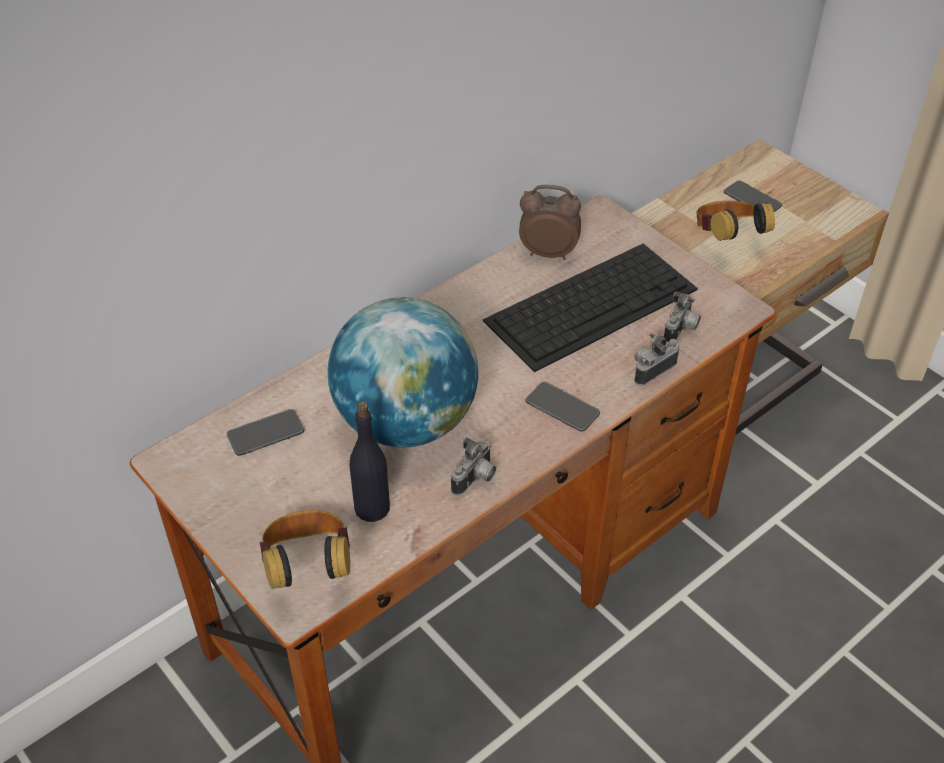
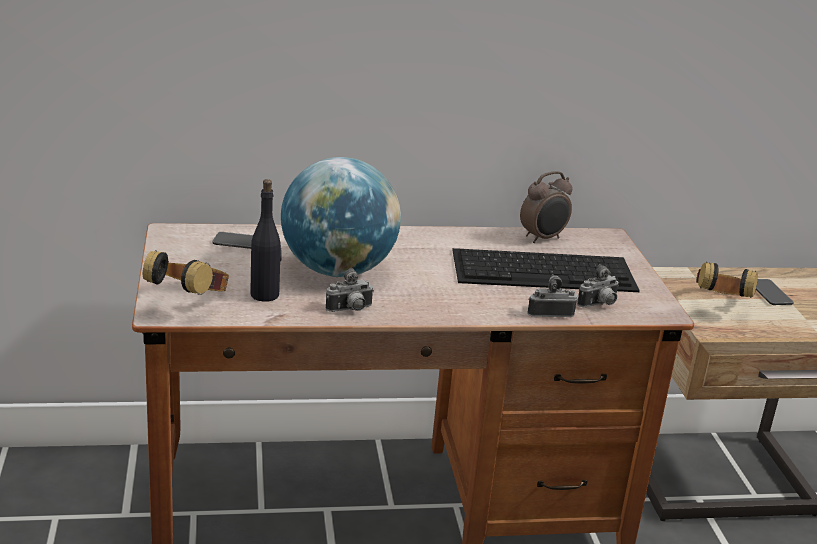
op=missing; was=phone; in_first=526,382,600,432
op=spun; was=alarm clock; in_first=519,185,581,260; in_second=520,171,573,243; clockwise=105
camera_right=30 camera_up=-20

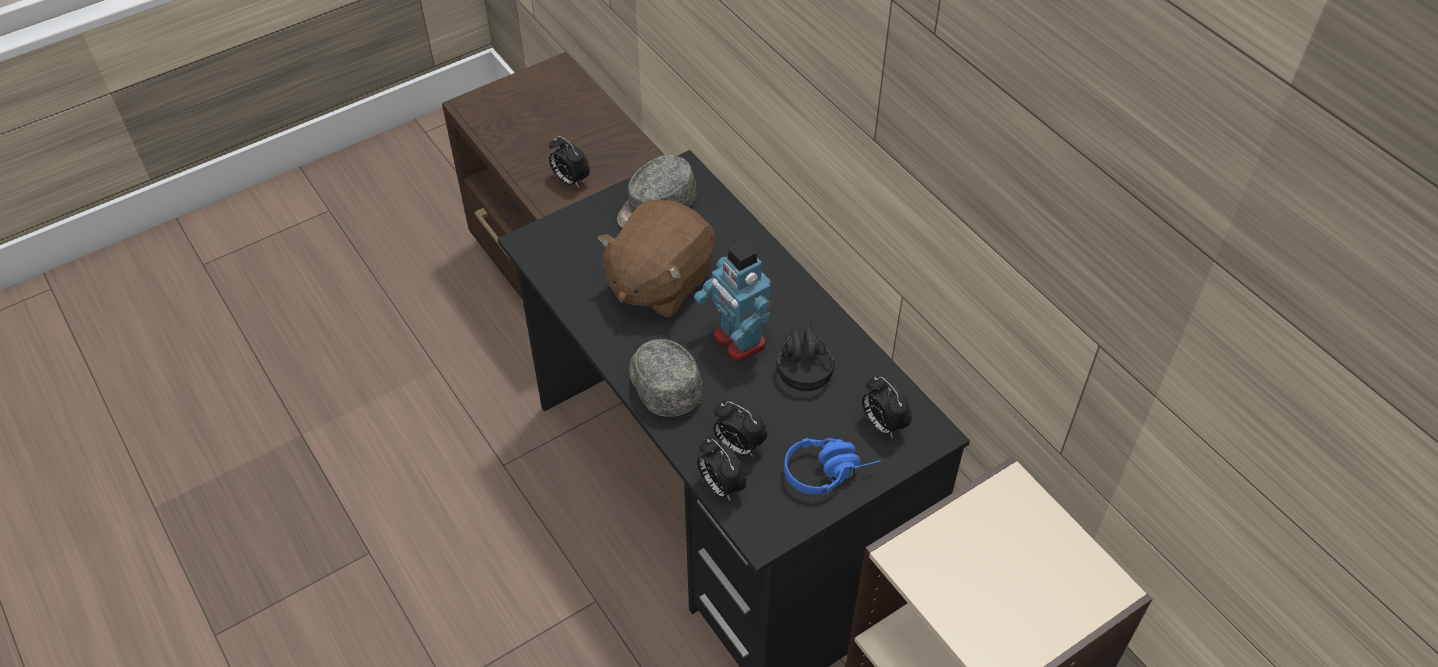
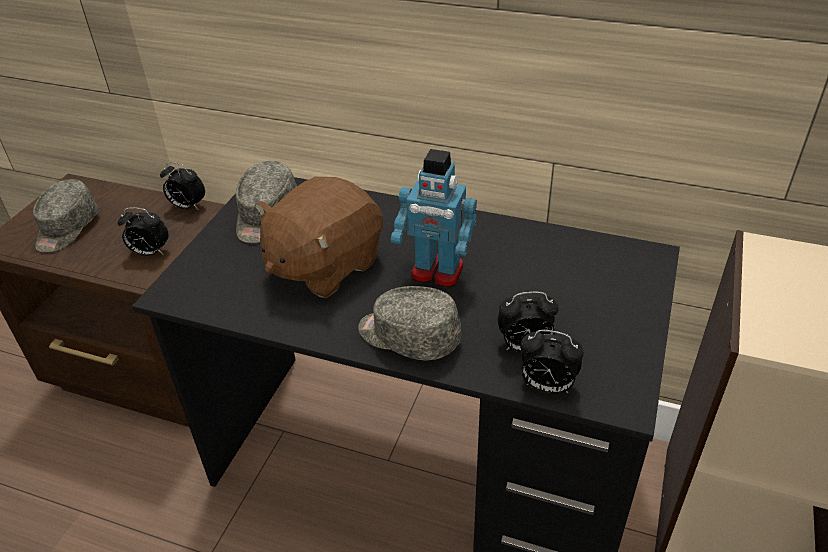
op=missing; was=black headphones; in_first=776,316,835,391
op=missing; was=blue headphones; in_first=784,438,881,495
op=appeared; now=grey cap; in_second=33,179,98,253
op=relocated; was=alarm clock; in_first=862,375,912,439; in_second=160,162,205,210
op=spun; was=brown plush toy; in_first=597,200,715,317; in_second=255,177,383,298; clockwise=45
camera_right=-35 camera_up=-10

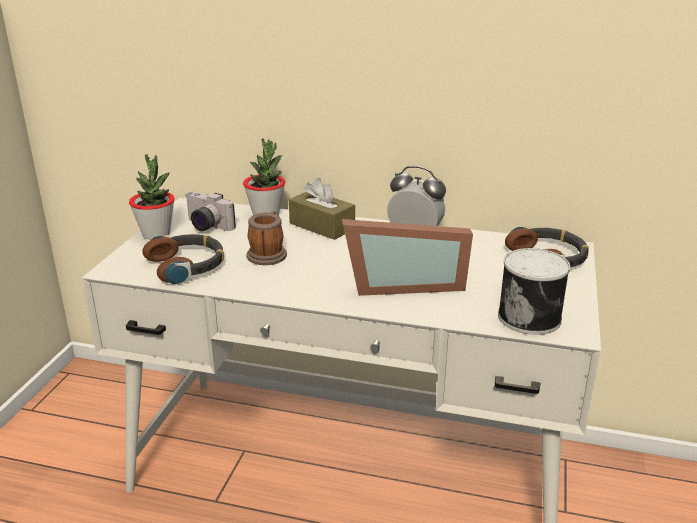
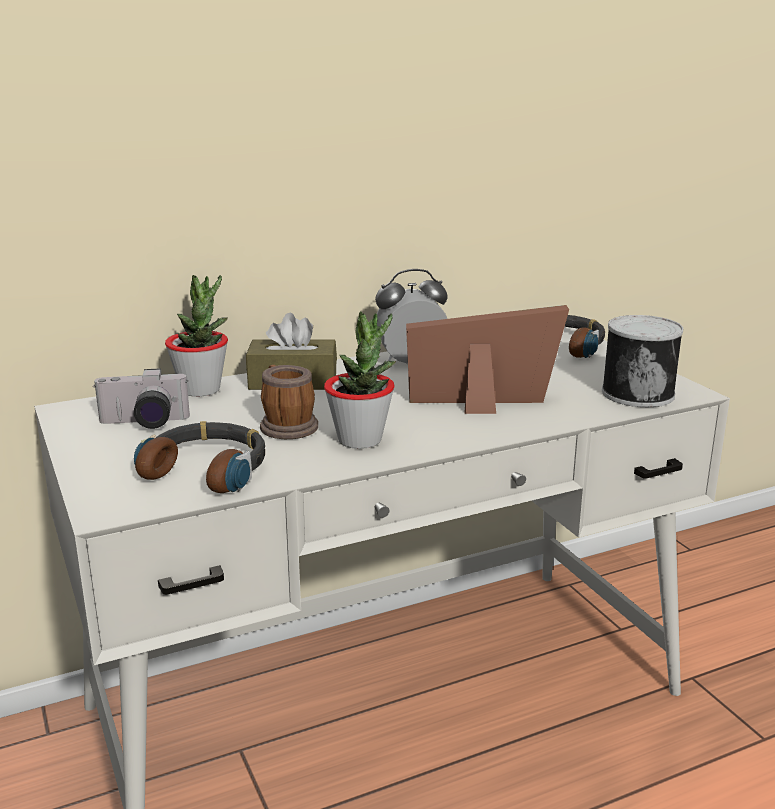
op=relocated; was=potted plant; in_first=129,154,175,239; in_second=324,312,396,449
op=spun; was=picture frame; in_first=342,219,473,296; in_second=406,305,569,414; clockwise=-135
camera_right=-40 camera_up=-5

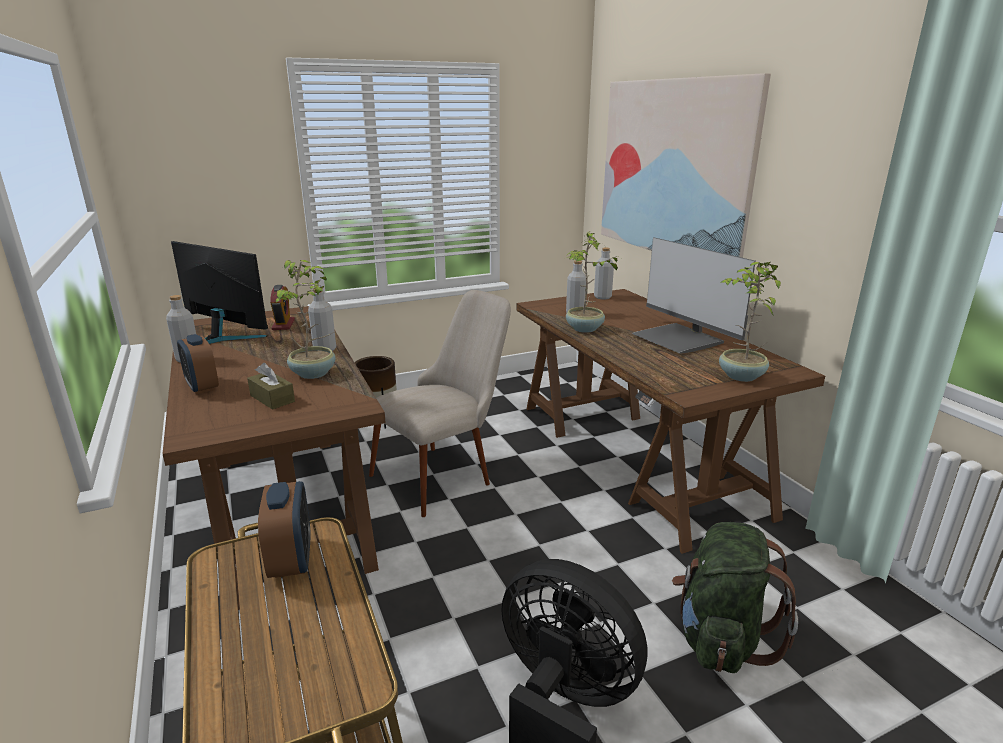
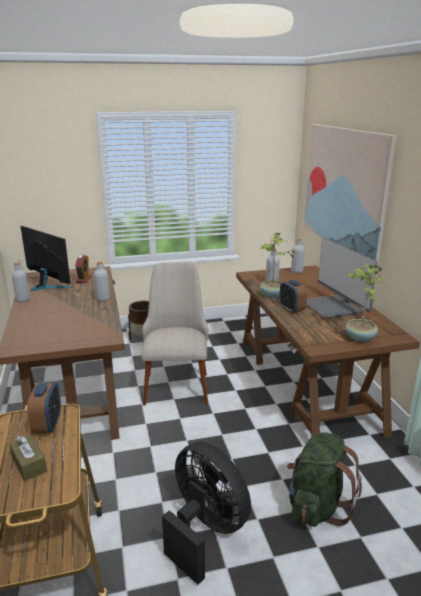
op=missing; was=potted plant; in_first=276,260,335,379
op=relocated; was=alarm clock; in_first=177,334,219,394; in_second=279,280,307,313
op=relocated; was=brown tissue box; in_first=247,363,295,410; in_second=9,435,47,481
op=spun; was=beige chair; in_first=369,290,511,517; in_second=141,262,209,406; clockwise=-60
camera_right=10 camera_up=0

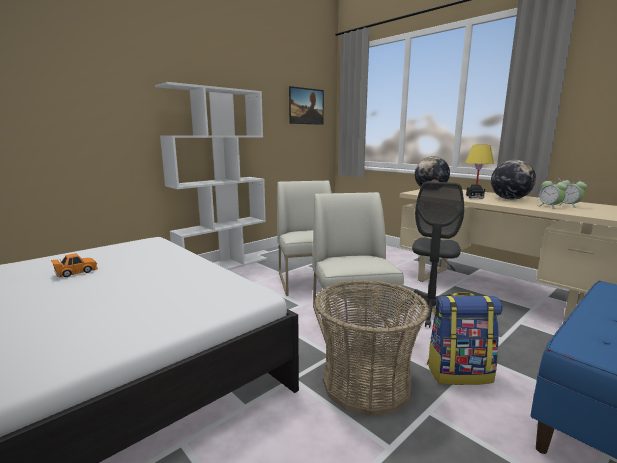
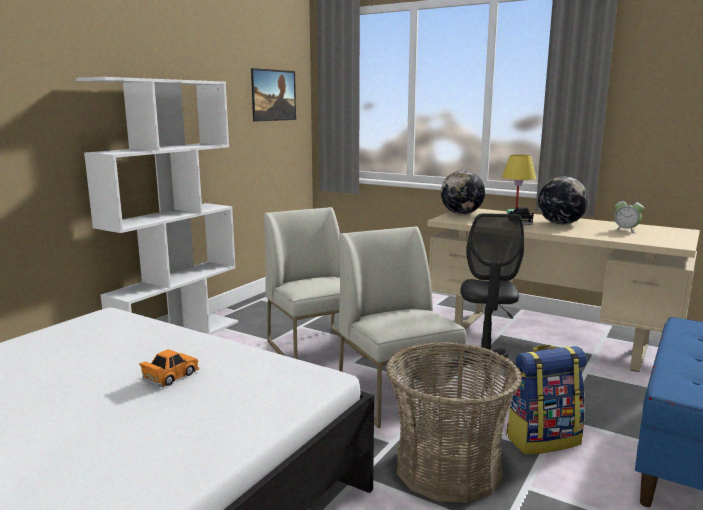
op=missing; was=alarm clock; in_first=537,178,567,209
op=relocated; was=orange toy car; in_first=51,253,98,277; in_second=139,349,199,387
camera_right=-15 camera_up=0

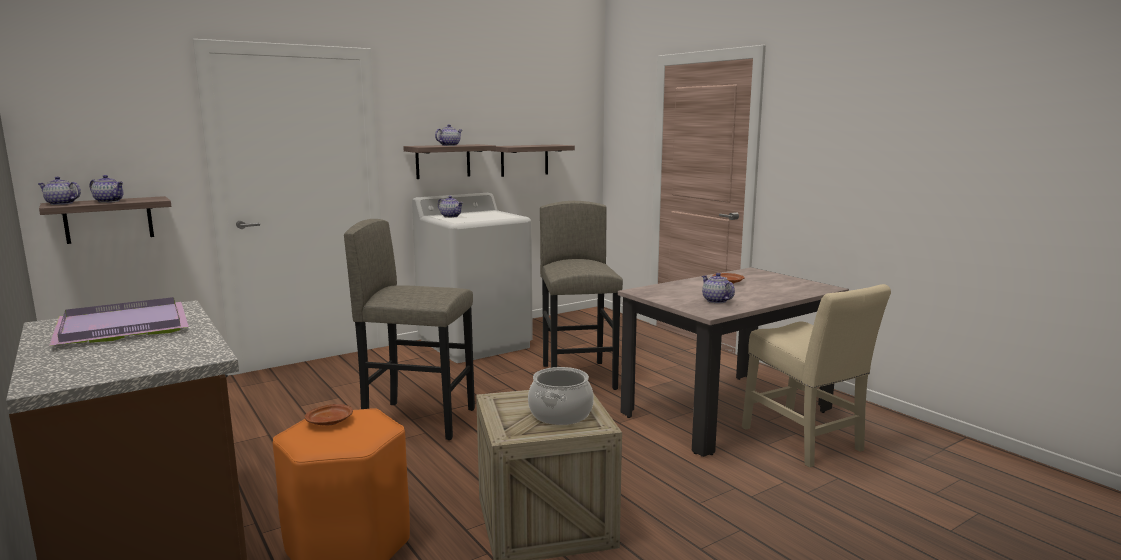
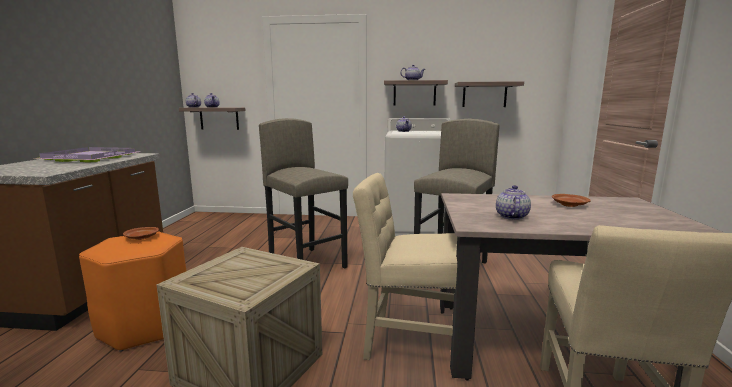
op=missing; was=cooking pot; in_first=528,367,594,425
op=appeared; now=beige chair; in_second=353,173,457,360
camera_right=40 camera_up=0

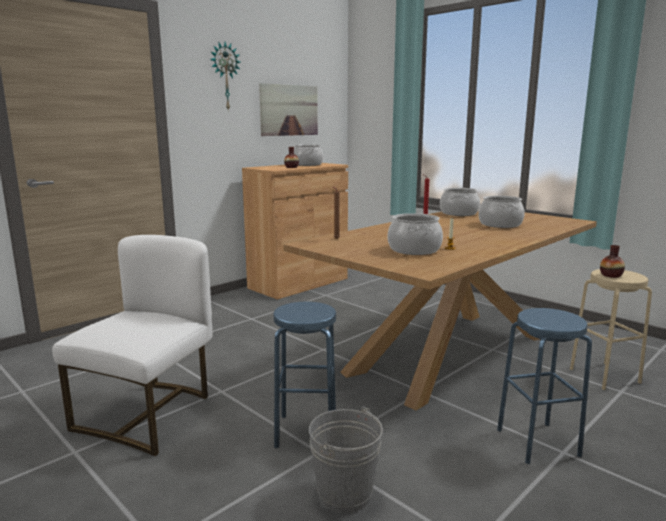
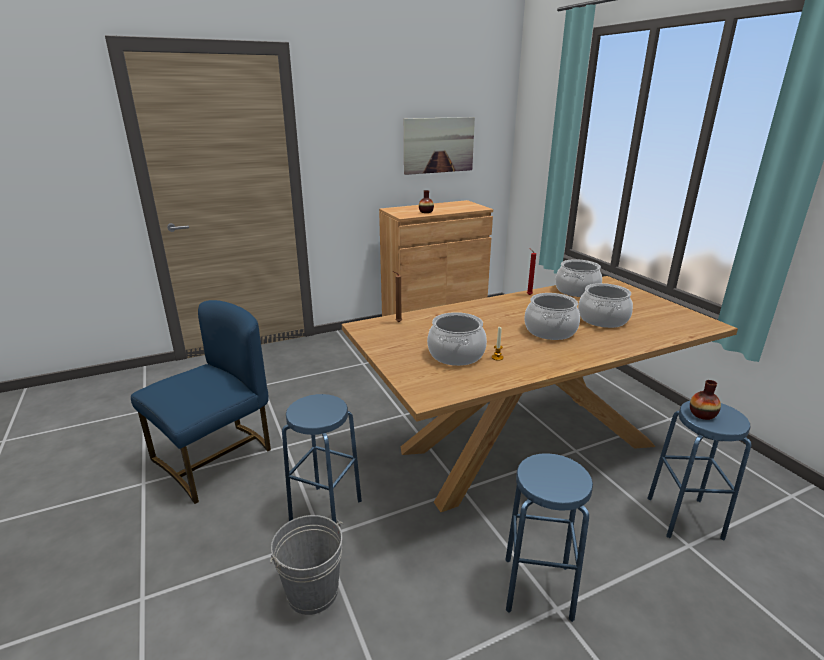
op=missing; was=wall clock; in_first=210,41,240,110
op=relocated; was=cooking pot; in_first=294,145,323,166; in_second=524,293,580,340
op=colour; was=white chair; now=blue chair; in_first=52,235,213,456; in_second=131,300,271,504
op=colour; was=beige stool; now=blue stool; in_first=570,269,652,390; in_second=647,401,752,541
camera_right=20 camera_up=10

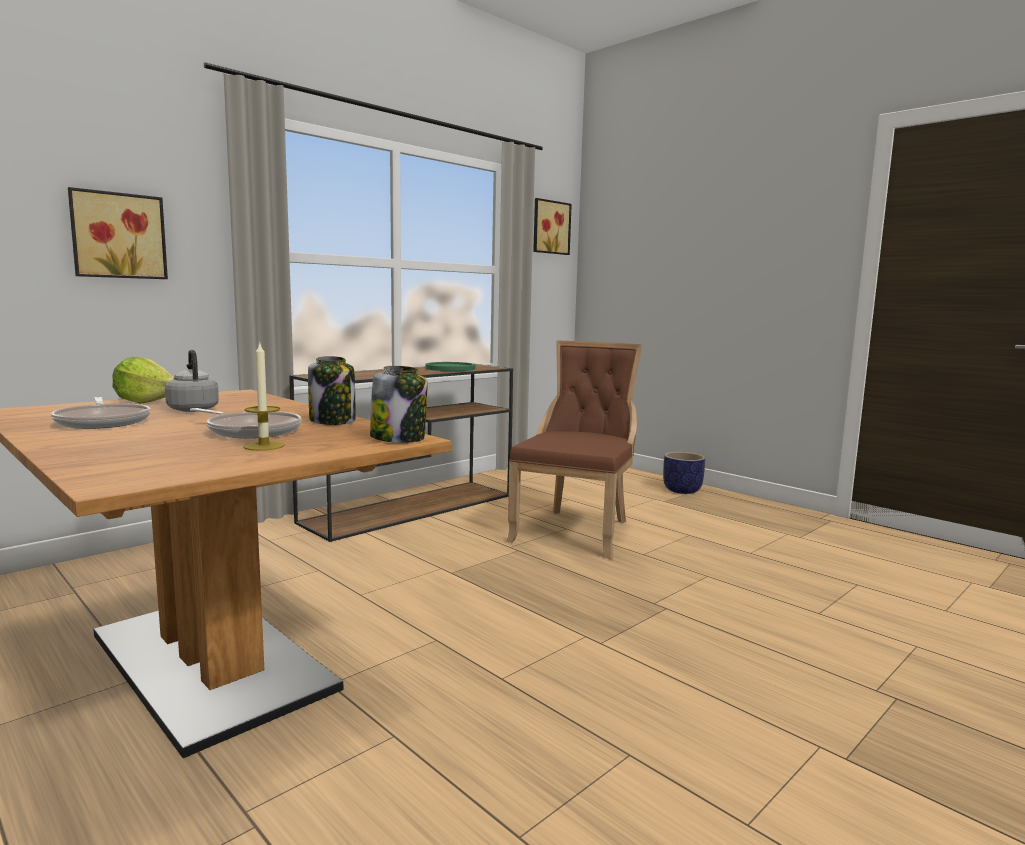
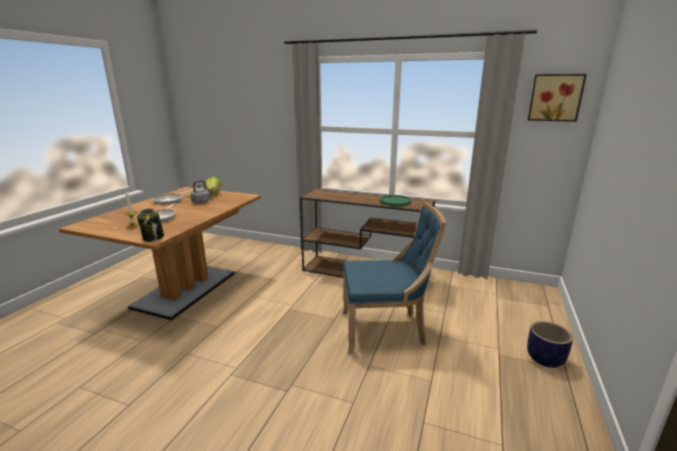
op=missing; was=picture; in_first=68,187,168,279
op=missing; was=jar; in_first=308,356,356,425
op=colour; was=brown chair; now=blue chair; in_first=506,341,642,559; in_second=343,202,446,354
camera_right=65 camera_up=10

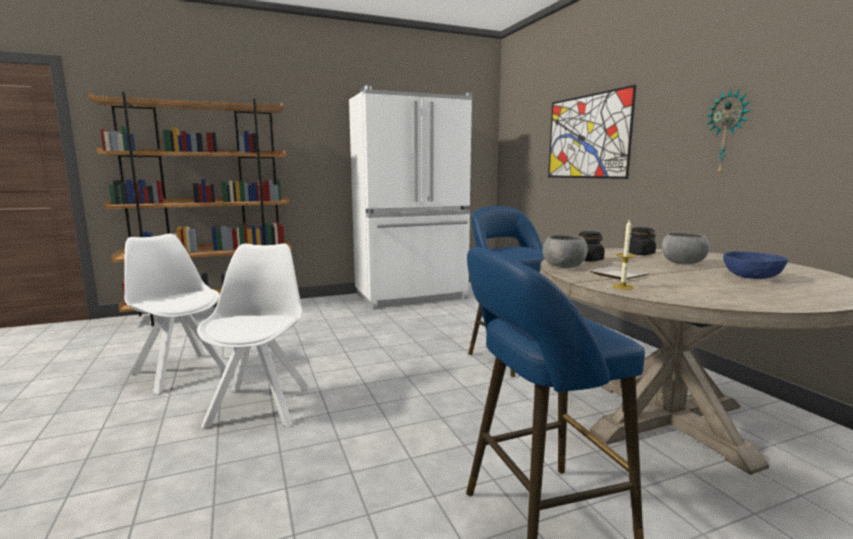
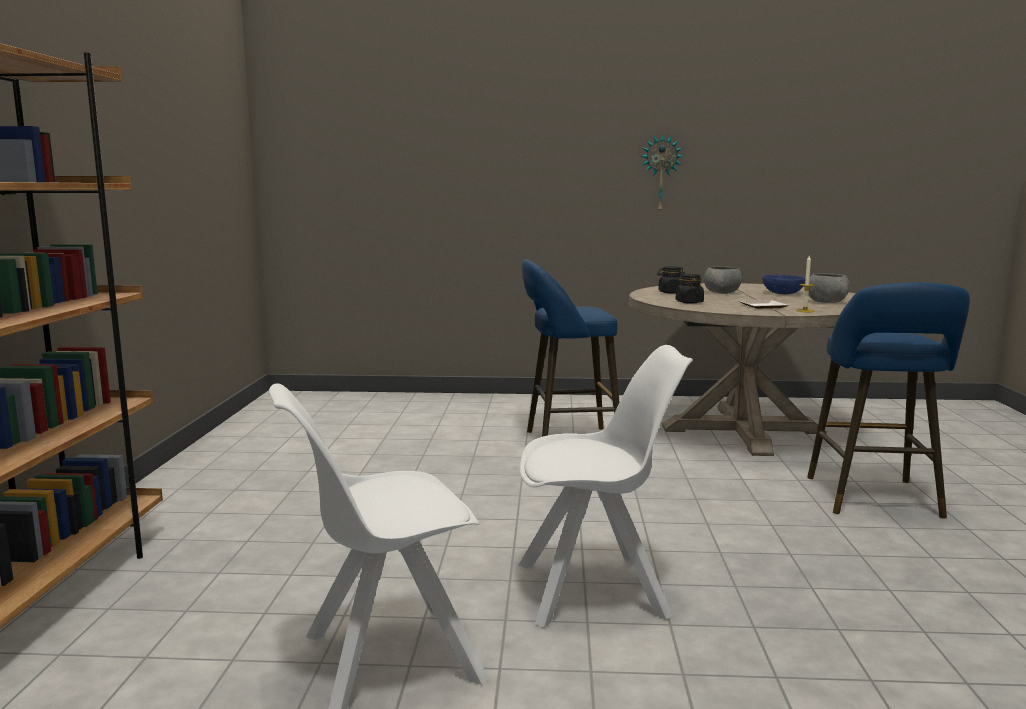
op=missing; was=white fridge; in_first=349,86,472,310
op=missing; was=picture; in_first=548,85,636,179
op=relocated; was=grey bowl; in_first=542,235,588,268; in_second=809,273,850,303
op=spun; was=white chair; in_first=197,243,309,429; in_second=519,345,693,628; clockwise=150
camera_right=-65 camera_up=0

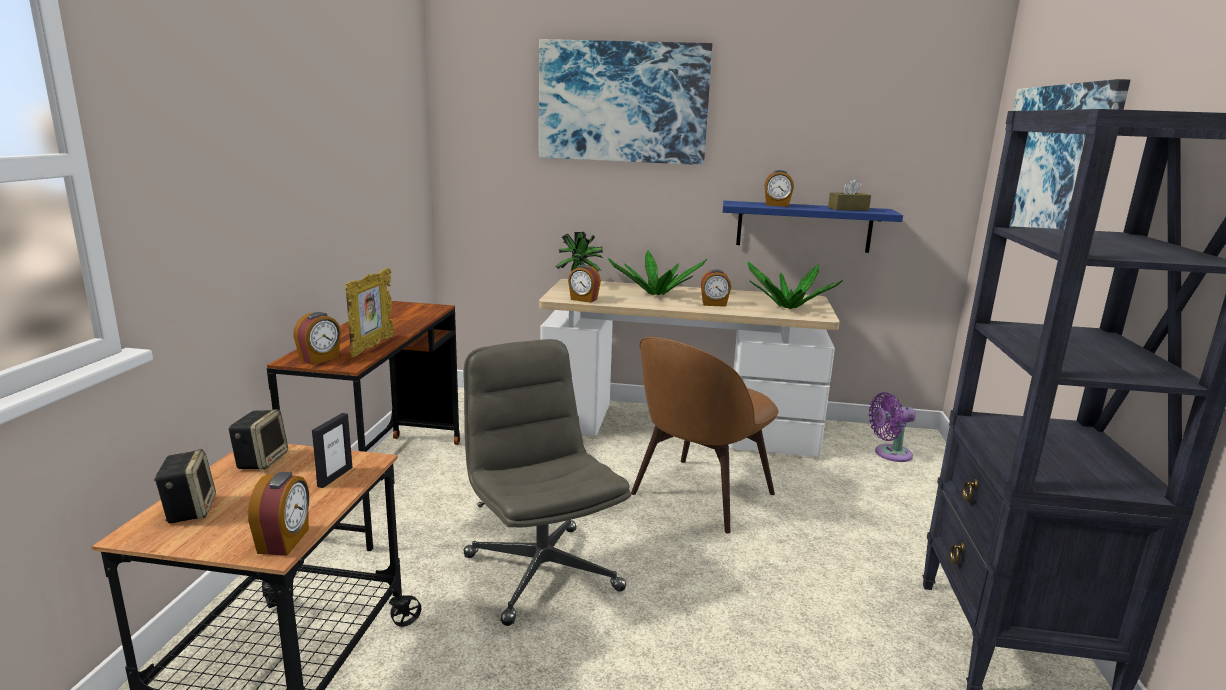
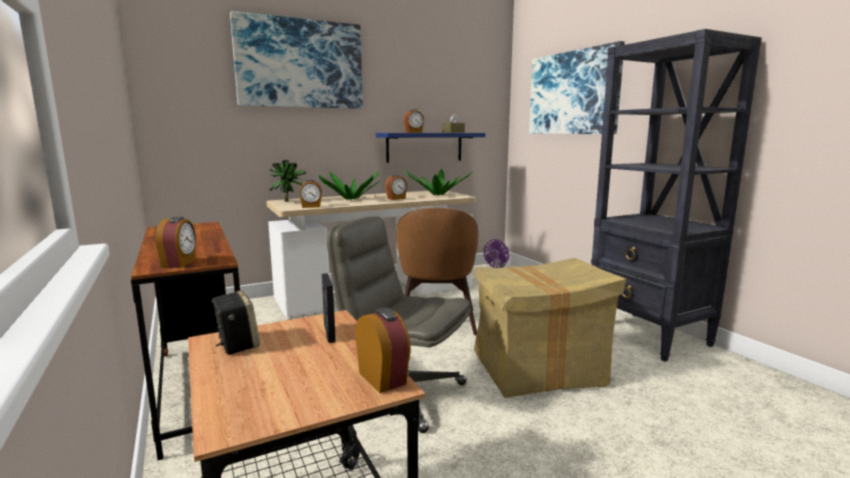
op=missing; was=speaker; in_first=154,449,216,523
op=missing; was=picture frame; in_first=345,268,395,357
op=appeared; now=cardboard box; in_second=474,258,627,398
camera_right=-35 camera_up=-5

